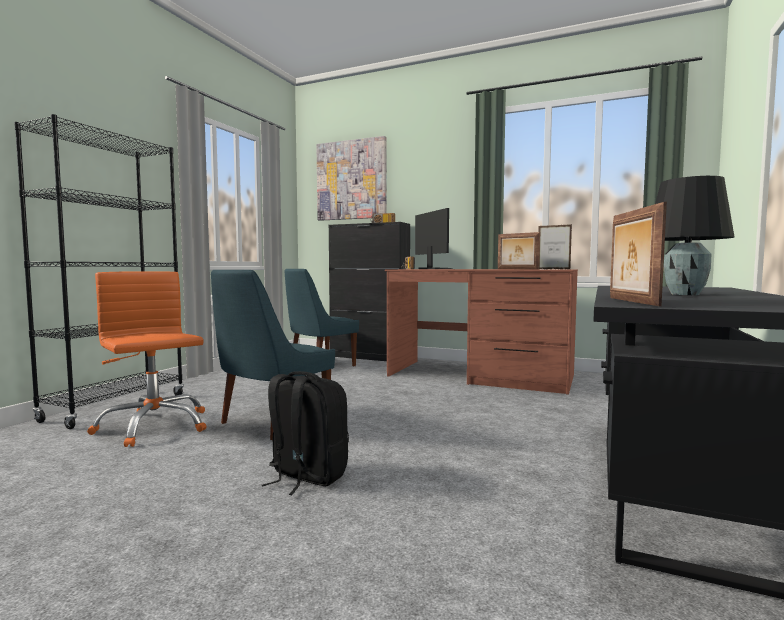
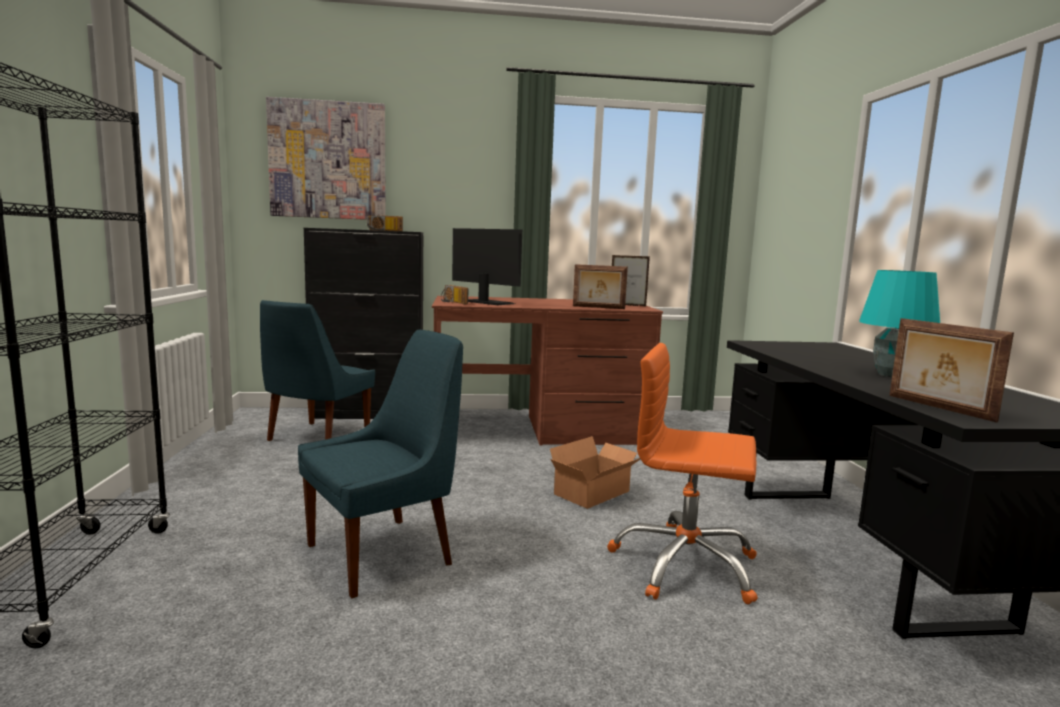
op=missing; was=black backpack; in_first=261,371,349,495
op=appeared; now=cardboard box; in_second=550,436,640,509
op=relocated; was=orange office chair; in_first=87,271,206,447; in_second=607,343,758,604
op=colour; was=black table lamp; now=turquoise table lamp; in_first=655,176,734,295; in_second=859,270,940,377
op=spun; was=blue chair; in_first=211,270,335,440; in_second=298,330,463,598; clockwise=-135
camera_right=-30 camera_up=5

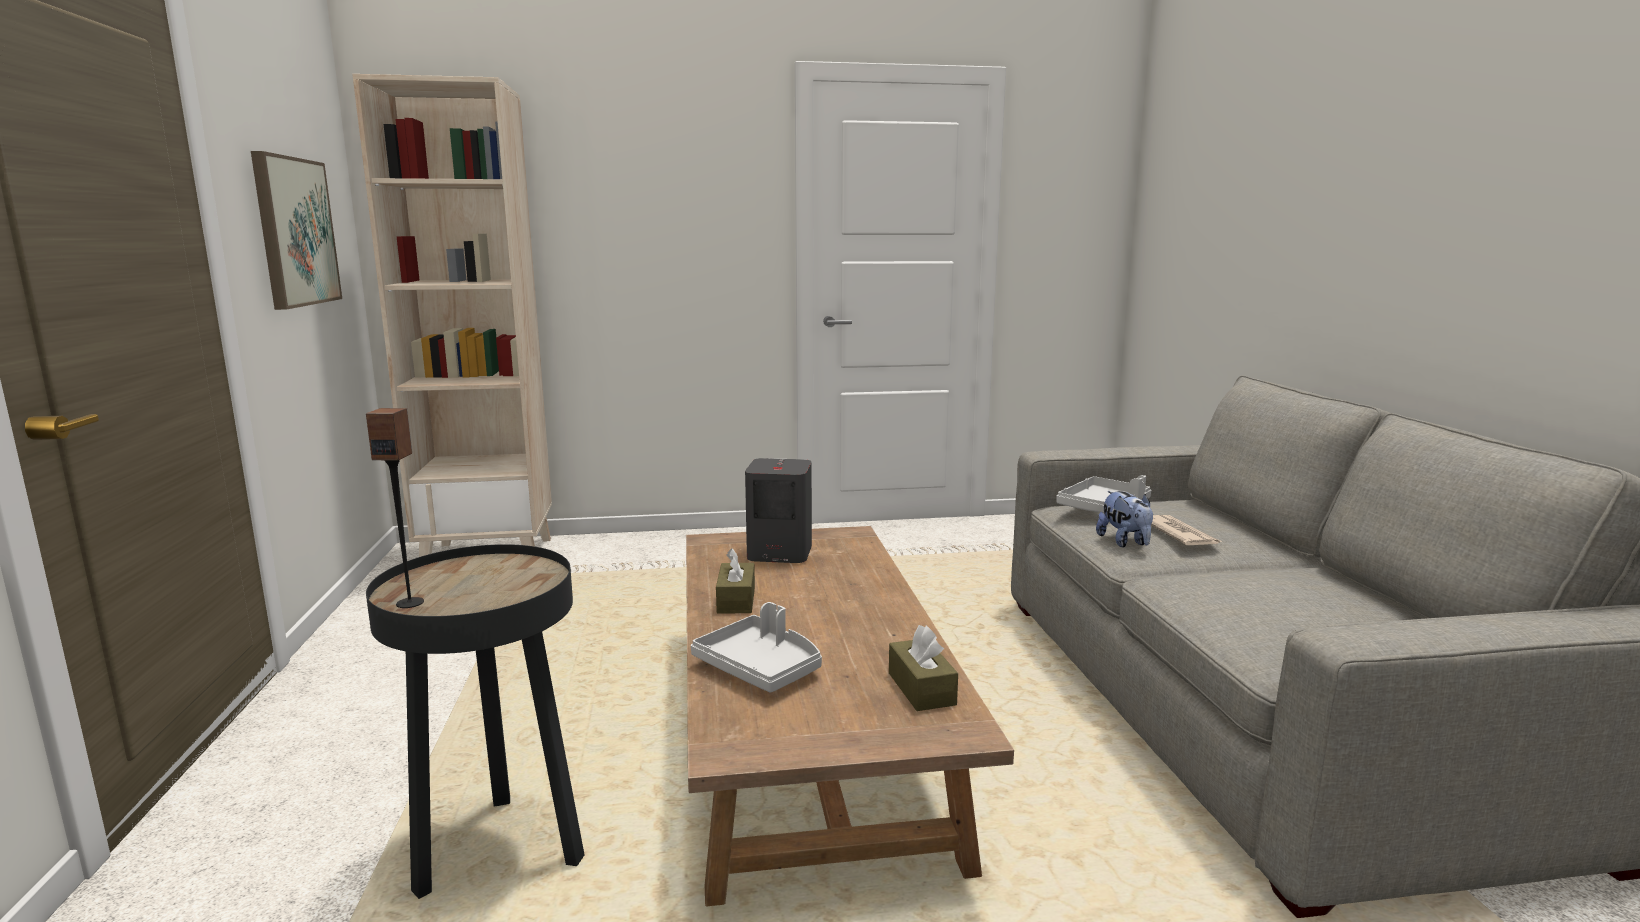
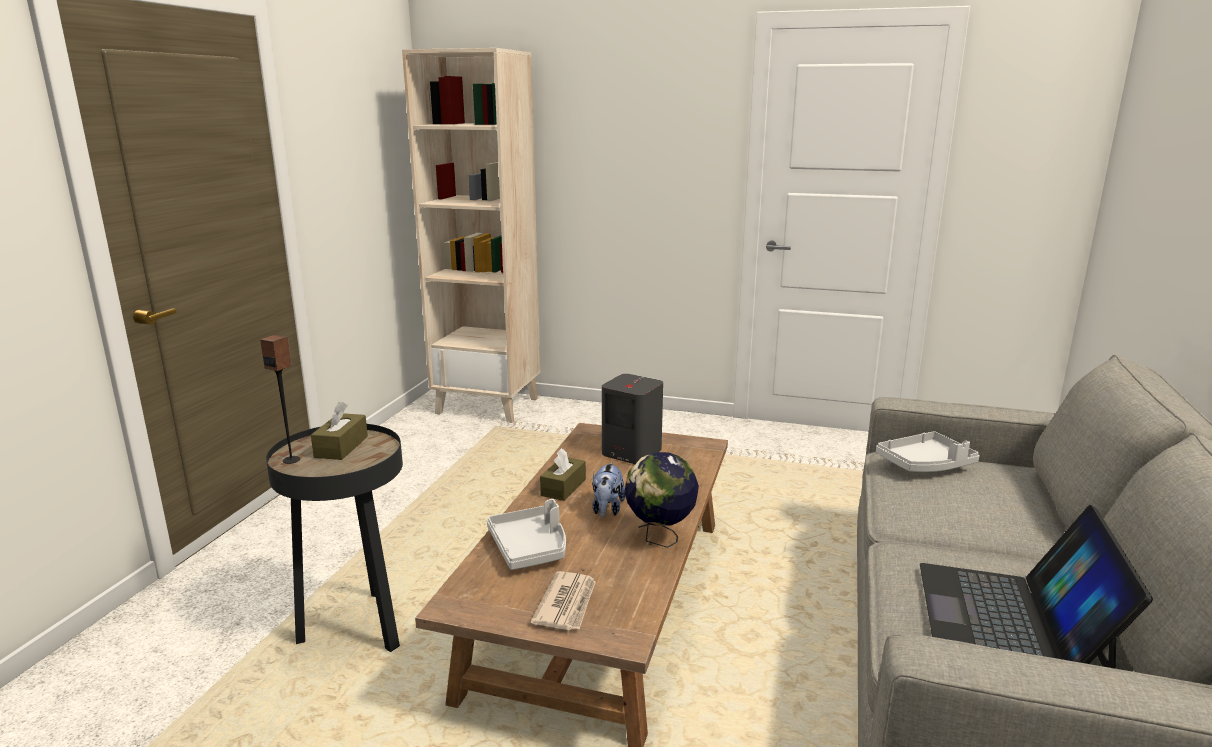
op=missing; was=picture; in_first=251,151,342,310
op=appeared; now=globe; in_second=625,452,699,548
op=appeared; now=laptop; in_second=920,505,1153,669
op=relocated; was=brown tissue box; in_first=889,625,958,711; in_second=311,402,368,460
op=relocated; was=plush toy; in_first=1096,491,1153,547; in_second=592,462,626,518
op=relocated; was=newspaper; in_first=1151,515,1222,545; in_second=531,571,596,630
camera_right=25 camera_up=5

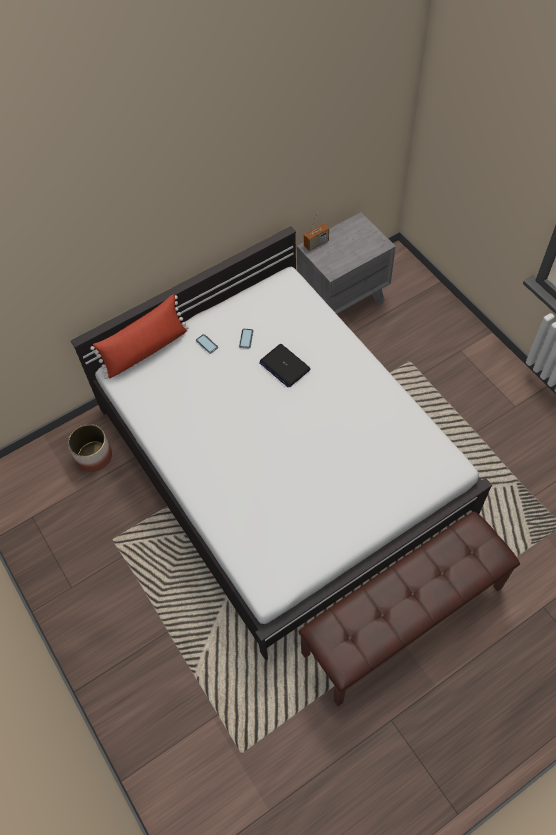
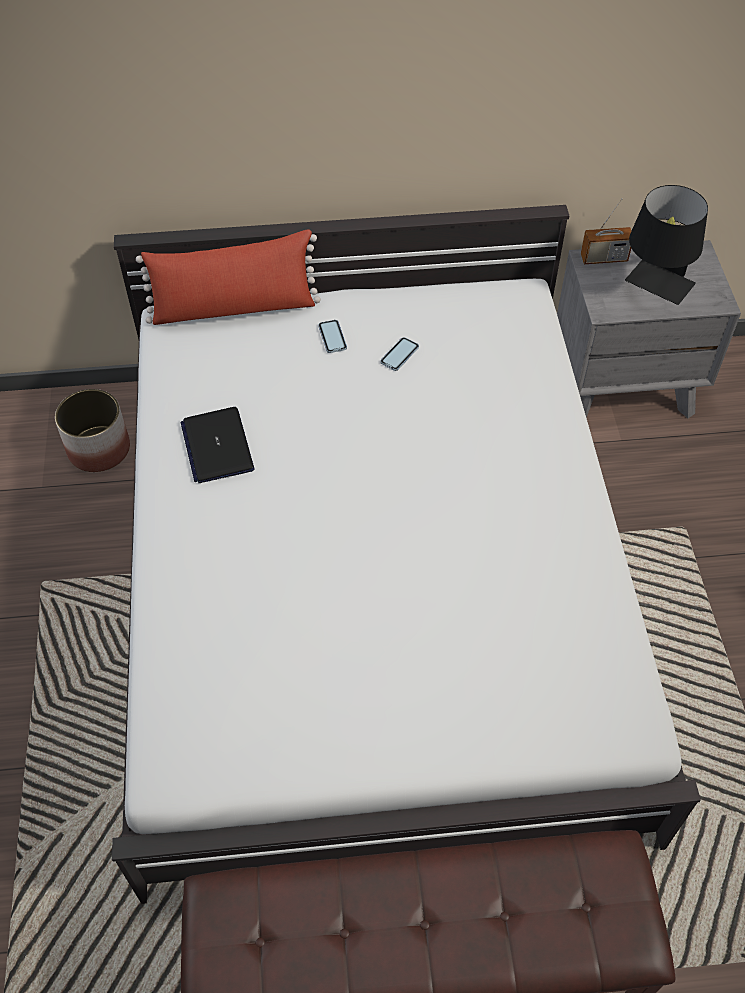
op=appeared; now=black table lamp; in_second=625,185,708,305
op=relocated; was=laptop; in_first=259,344,311,387; in_second=180,407,254,483
camera_right=25 camera_up=-5

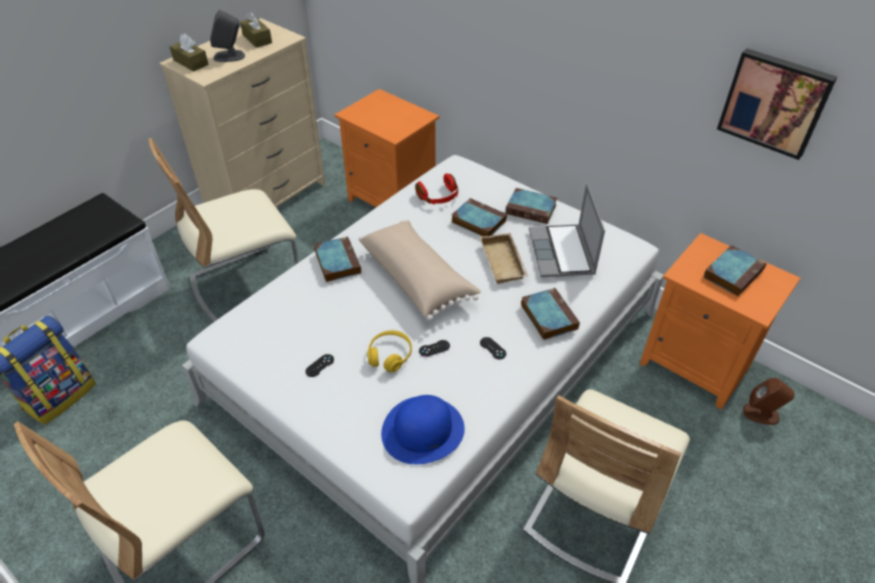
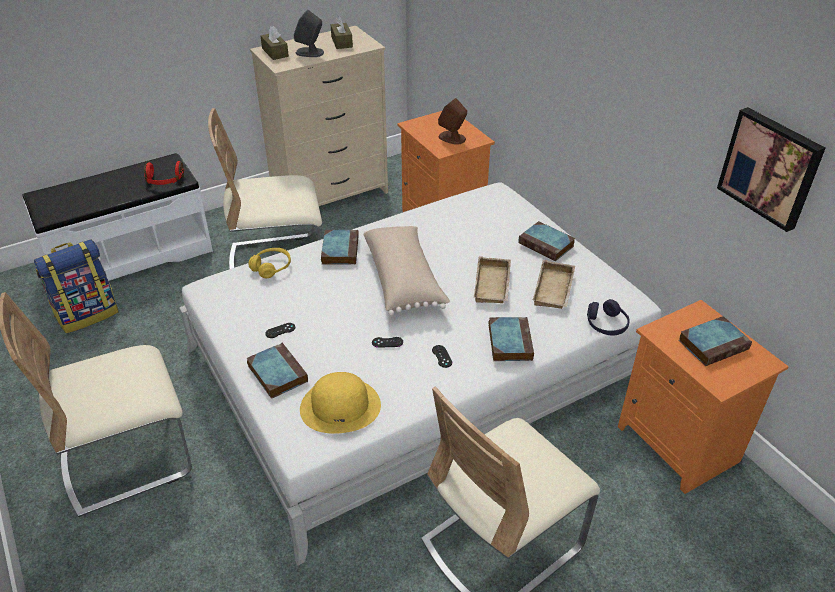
op=appeared; now=purple headphones; in_second=587,299,630,335
op=relocated; was=yellow headphones; in_first=367,330,412,372; in_second=249,248,291,278
op=relocated; was=red headphones; in_first=415,173,458,204; in_second=144,161,184,185
op=relocated; was=book; in_first=452,198,507,236; in_second=247,343,308,399
op=relocated; was=brown speaker; in_first=743,378,795,425; in_second=438,98,467,145
op=exchanged; was=laptop; now=beige tray; in_first=529,183,605,277; in_second=533,260,575,309
op=colour; was=blue hat; now=yellow hat; in_first=381,395,465,464; in_second=300,372,381,434
camera_right=20 camera_up=-5

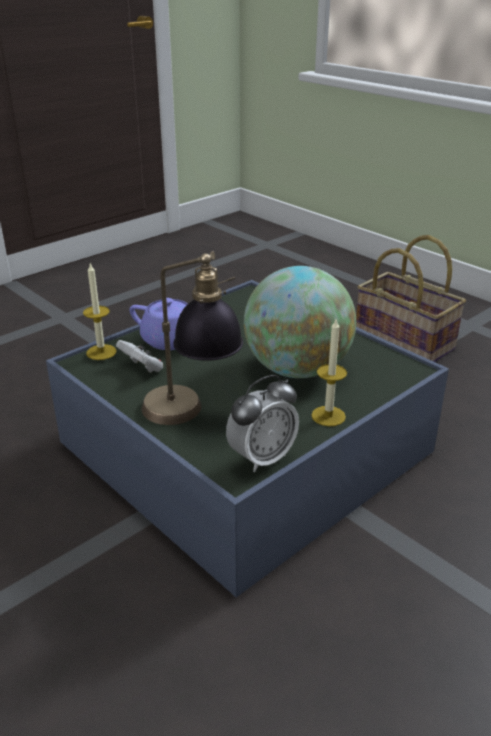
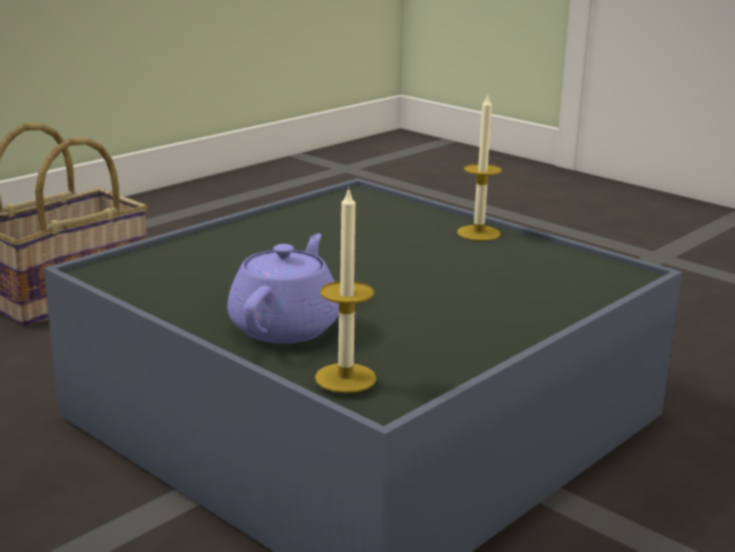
op=missing; was=white game controller; in_first=116,340,163,373
op=missing; was=table lamp; in_first=141,251,243,425
op=missing; was=alarm clock; in_first=226,375,299,472
op=missing; was=globe; in_first=244,266,356,378
camera_right=-95 camera_up=-10

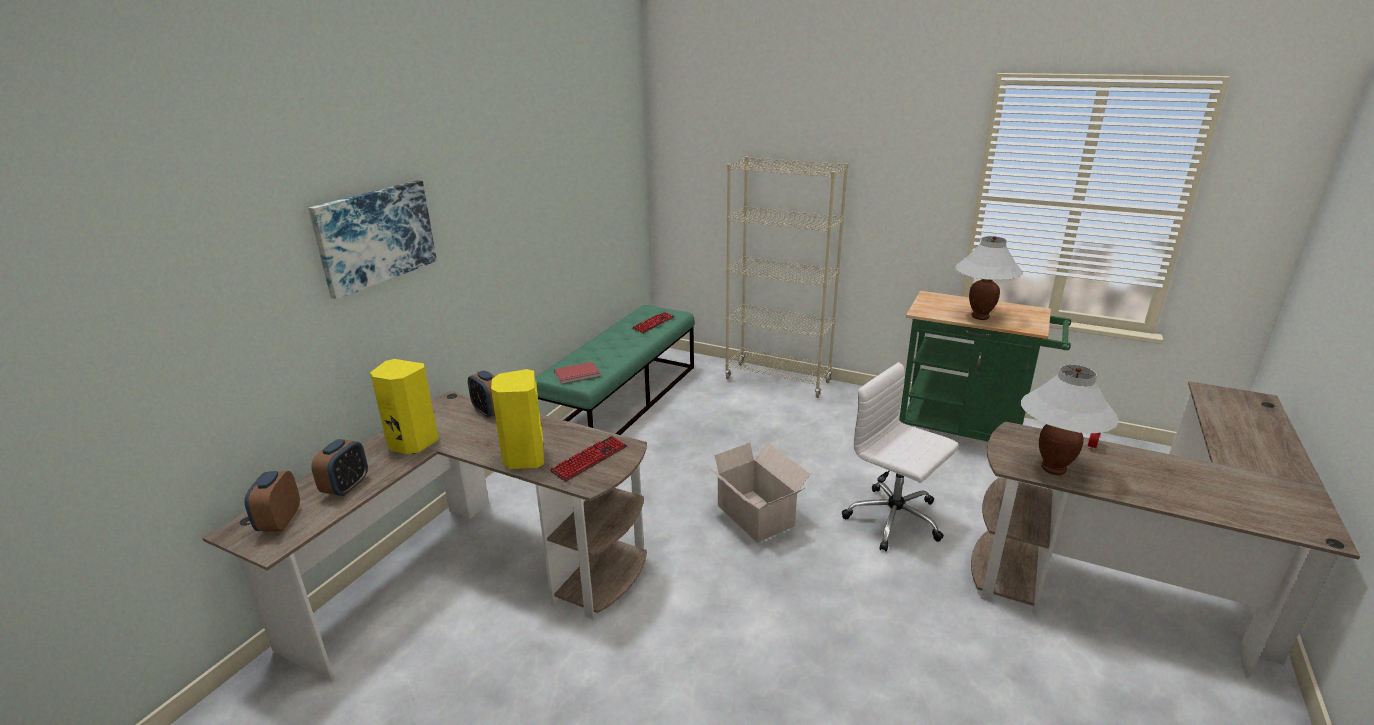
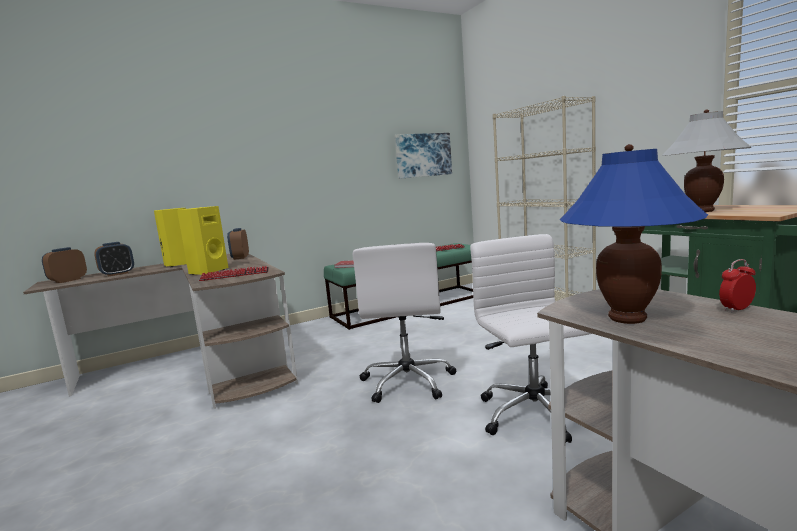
op=relocated; was=picture; in_first=308,180,437,299; in_second=395,133,452,179
op=exchanged; was=cardboard box; now=white office chair; in_first=705,442,810,543; in_second=352,243,456,403
op=colour; was=white table lamp; now=blue table lamp; in_first=1021,365,1119,475; in_second=560,144,708,324
camera_right=35 camera_up=-15

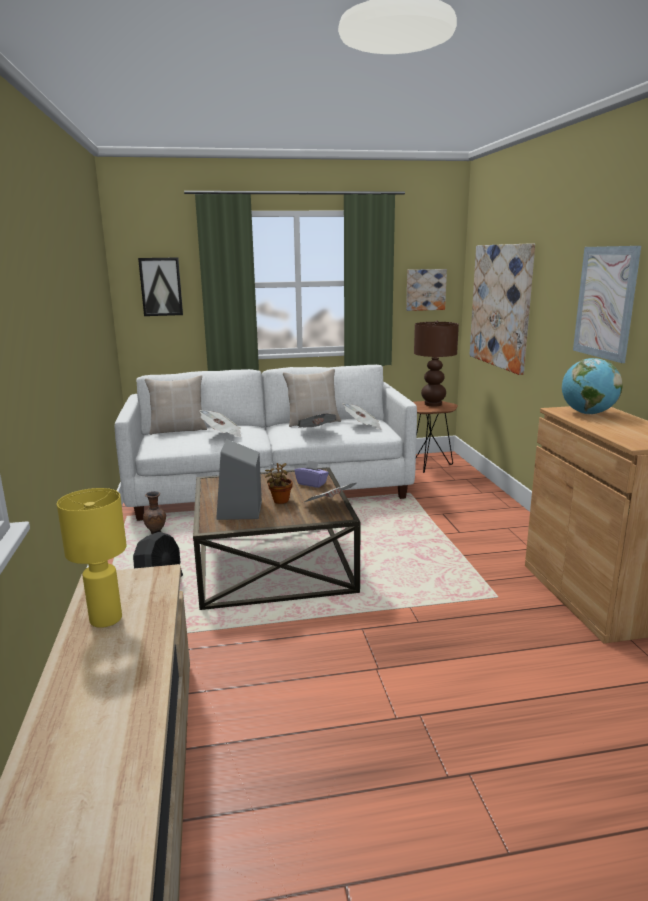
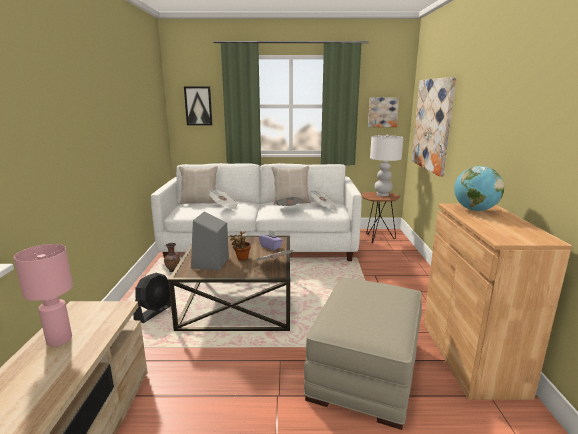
op=missing; was=picture; in_first=573,246,641,363
op=appeared; now=beige ottoman; in_second=304,278,422,430
op=colour; was=yellow table lamp; now=pink table lamp; in_first=57,488,127,628; in_second=14,244,73,347
op=colour; was=brown table lamp; now=white table lamp; in_first=414,321,459,407; in_second=370,134,404,196
camera_right=10 camera_up=0

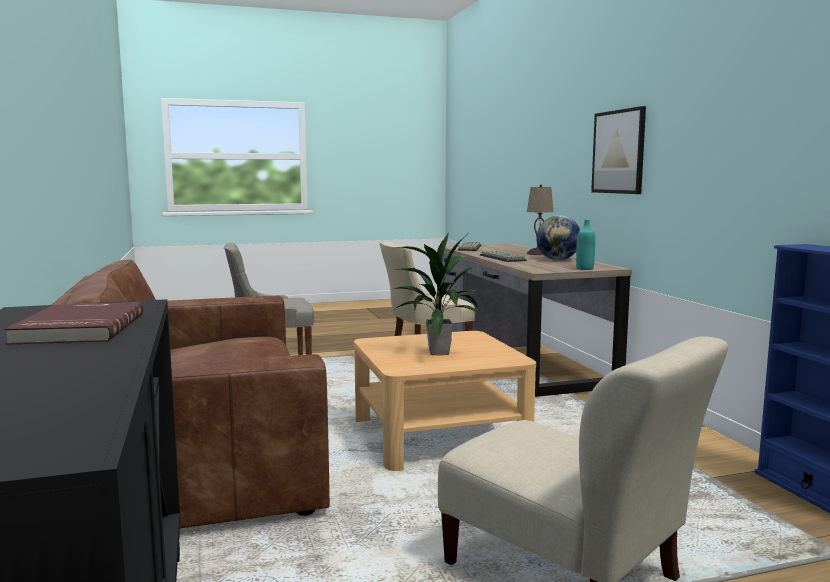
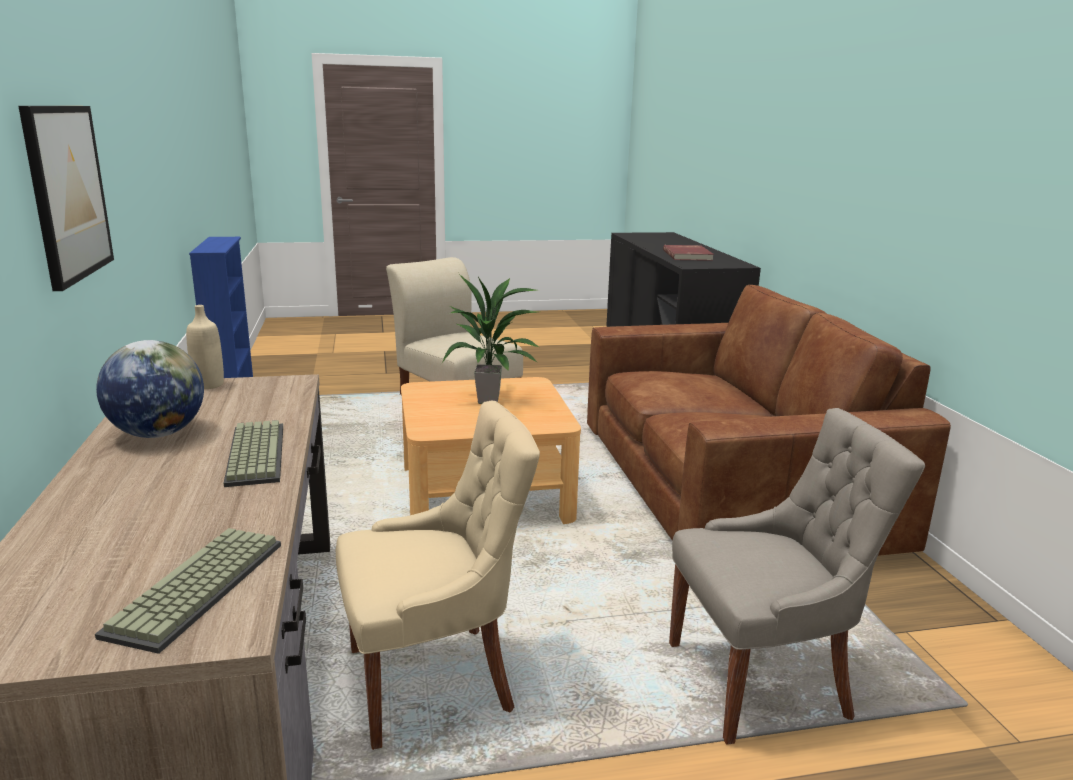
op=missing; was=beige table lamp; in_first=526,185,554,255
op=colour; was=turquoise bottle; now=beige bottle; in_first=576,220,595,270; in_second=186,305,224,389
camera_right=-175 camera_up=10

